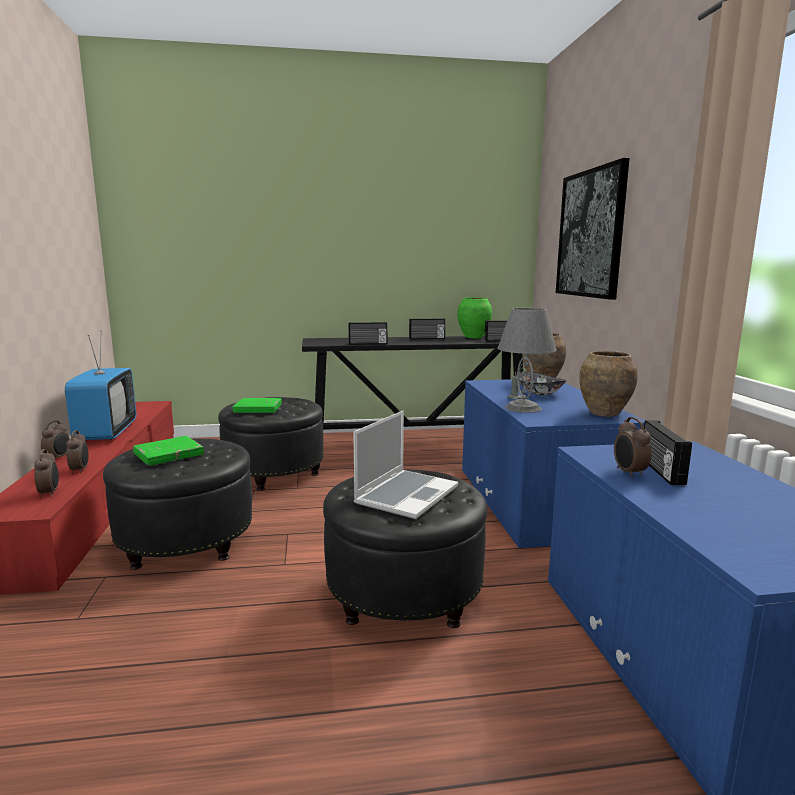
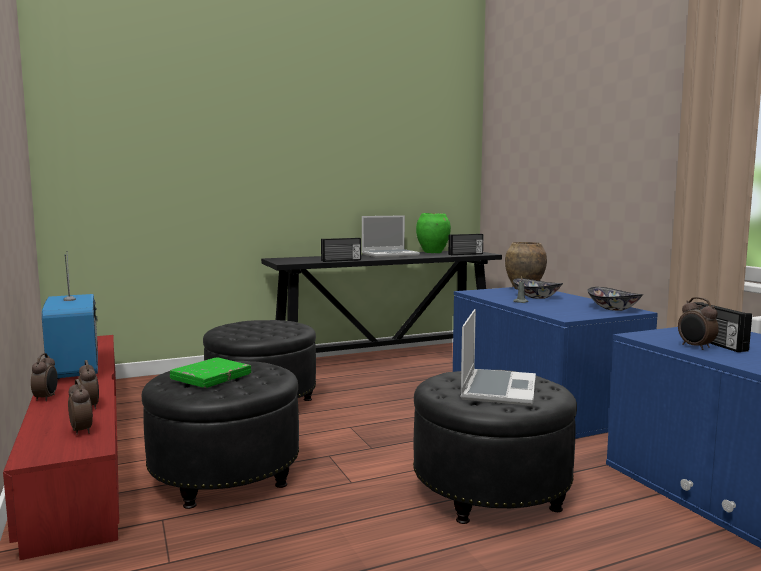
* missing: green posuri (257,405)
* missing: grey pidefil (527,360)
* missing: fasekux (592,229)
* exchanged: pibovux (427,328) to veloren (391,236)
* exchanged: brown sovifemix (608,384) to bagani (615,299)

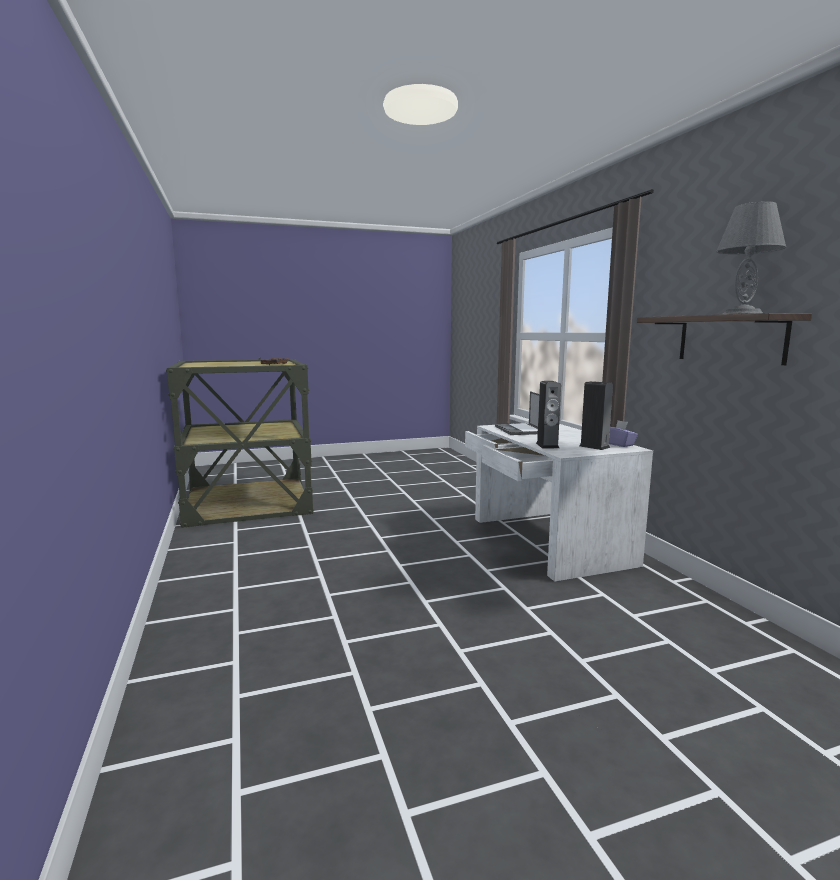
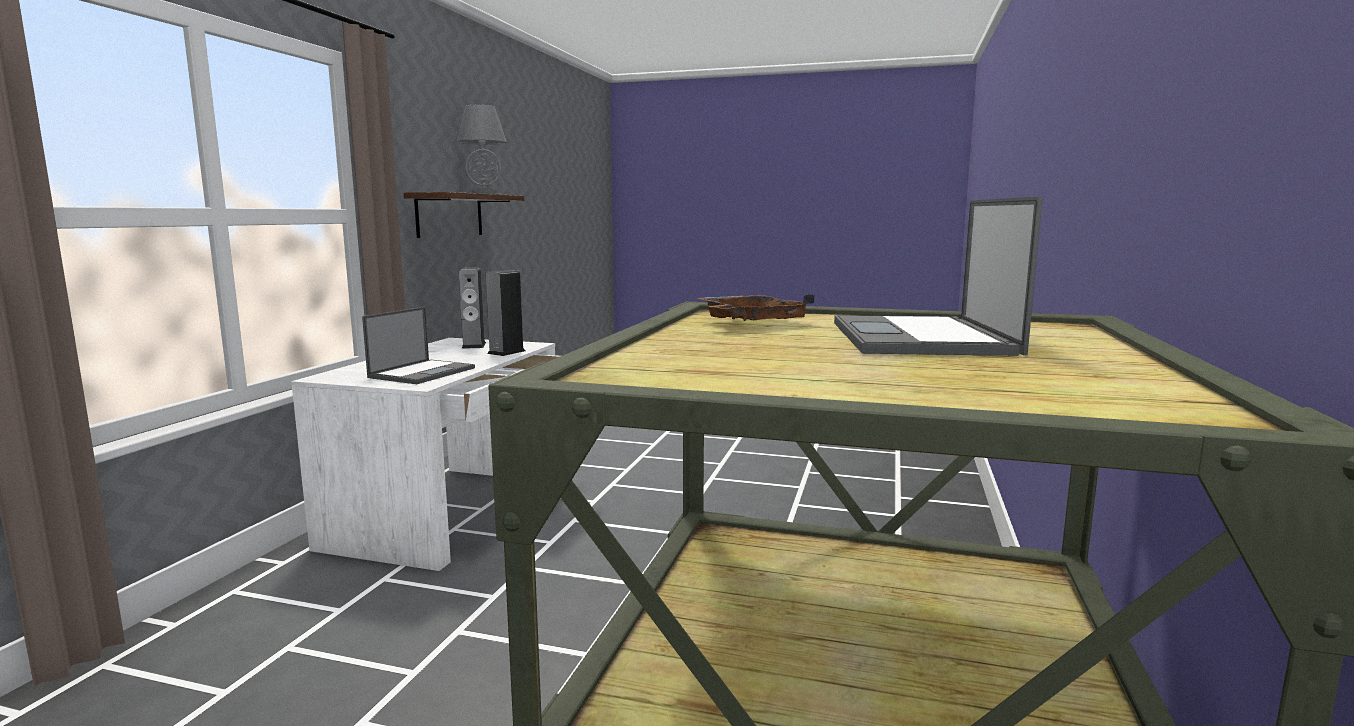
* missing: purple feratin (623,433)
* appeared: veloren (938,276)

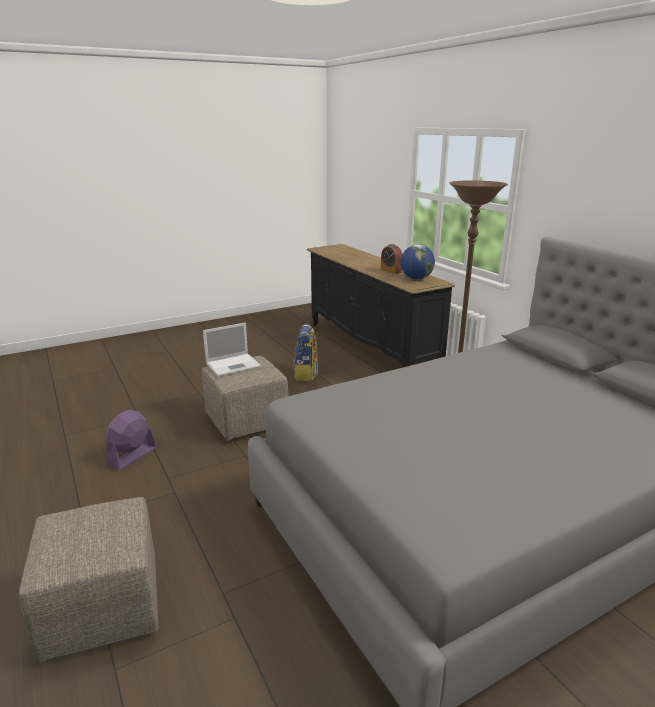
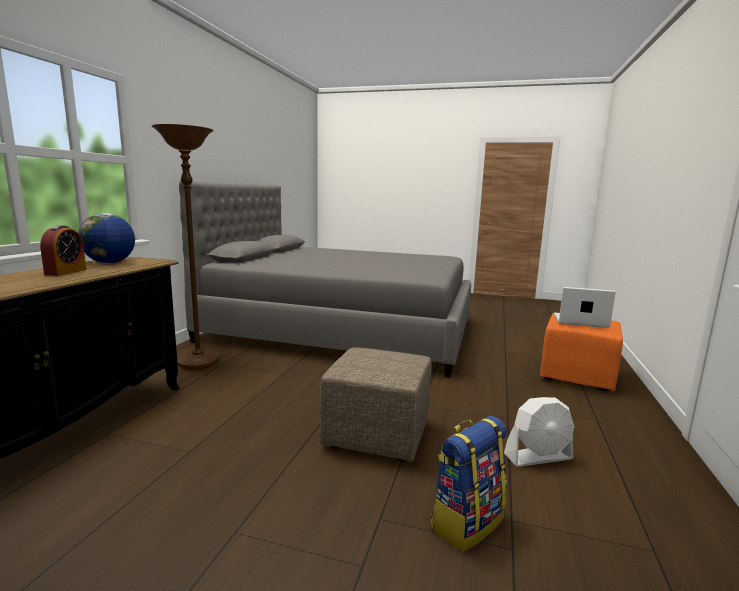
* relocated: veloren (232,349) to (585,307)
* relocated: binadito (306,352) to (469,484)
* colour: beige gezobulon (88,579) to orange gezobulon (581,352)
* colour: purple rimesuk (131,440) to white rimesuk (539,432)

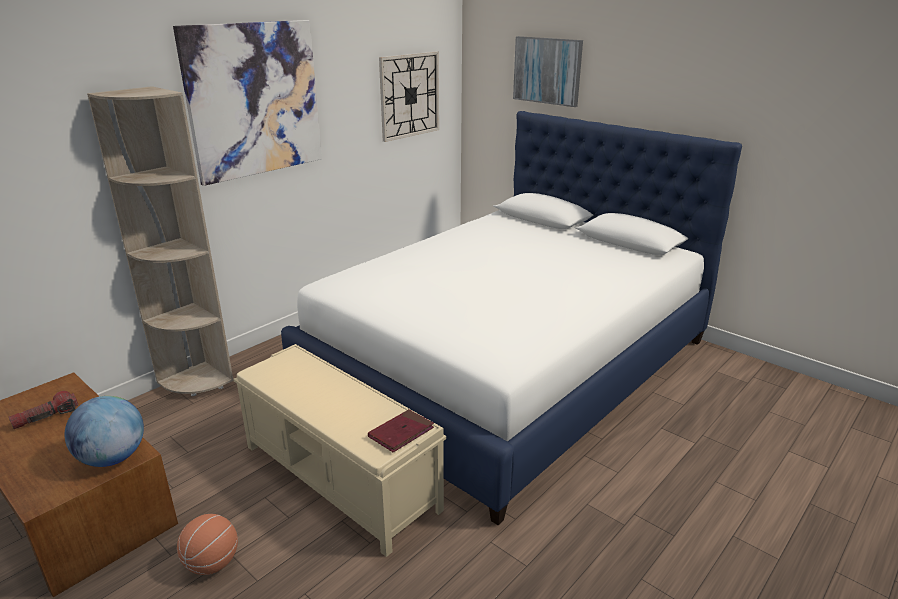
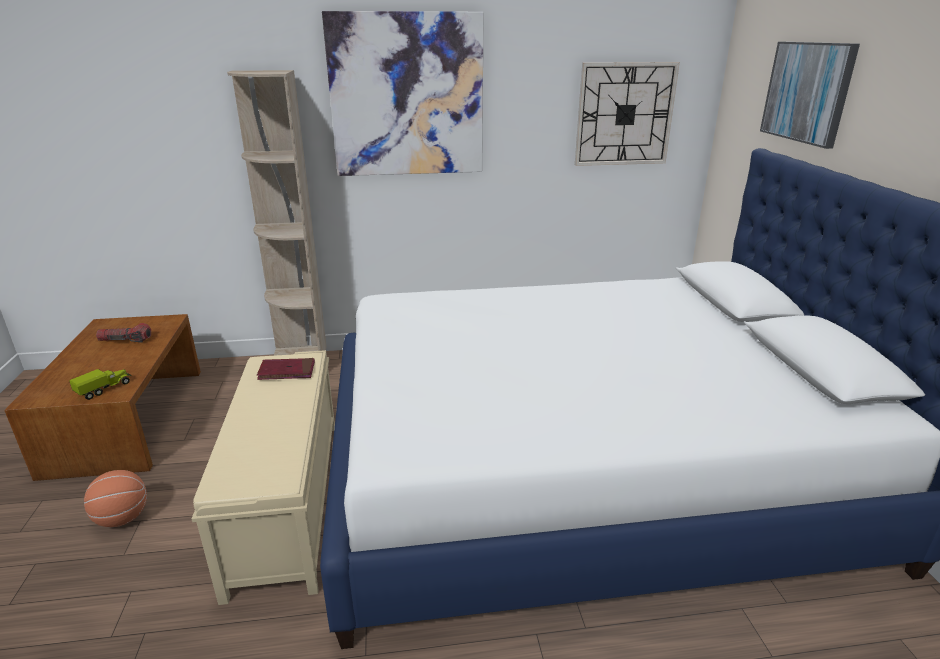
* relocated: red posuri (401,430) to (286,369)
* exchanged: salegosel (104,431) to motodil (100,384)

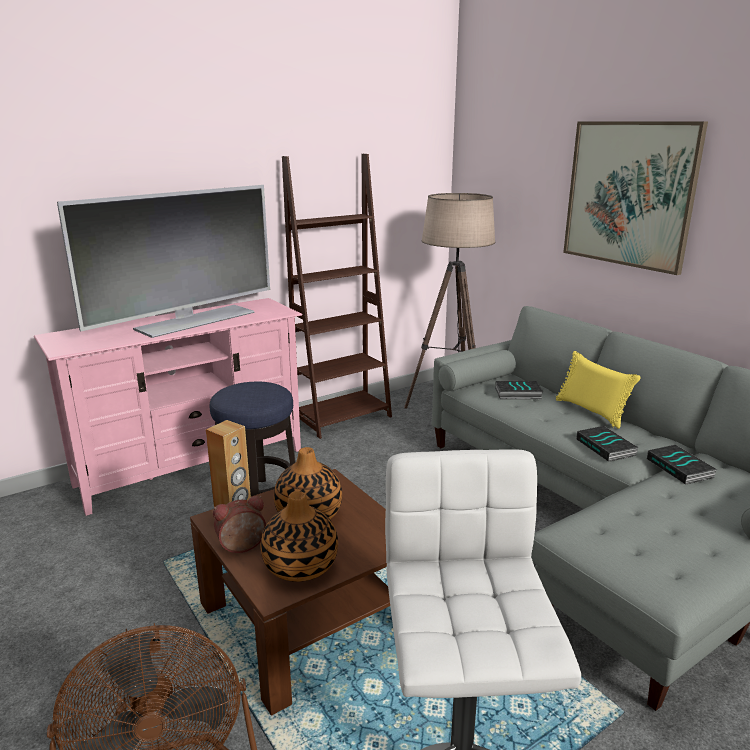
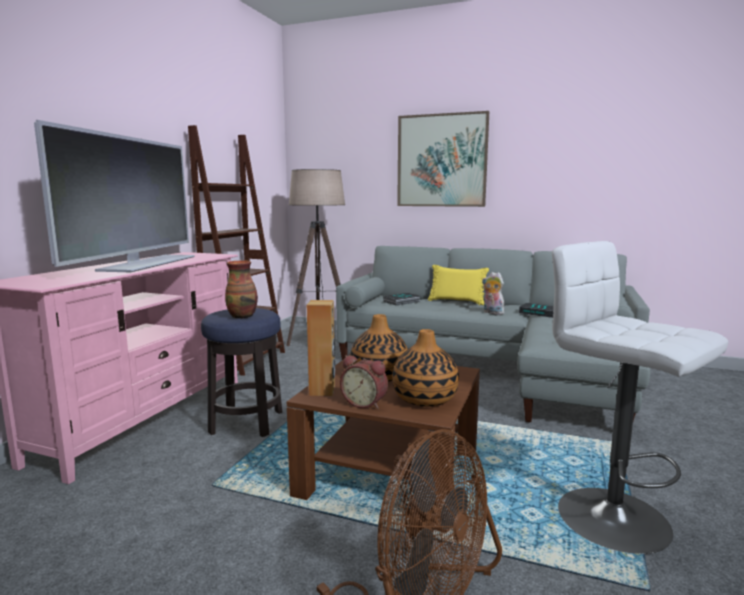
* appeared: sovifemix (241,289)
* exchanged: posuri (607,444) to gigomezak (493,293)
* spun: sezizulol (239,524) = (364,382) 90 degrees counterclockwise

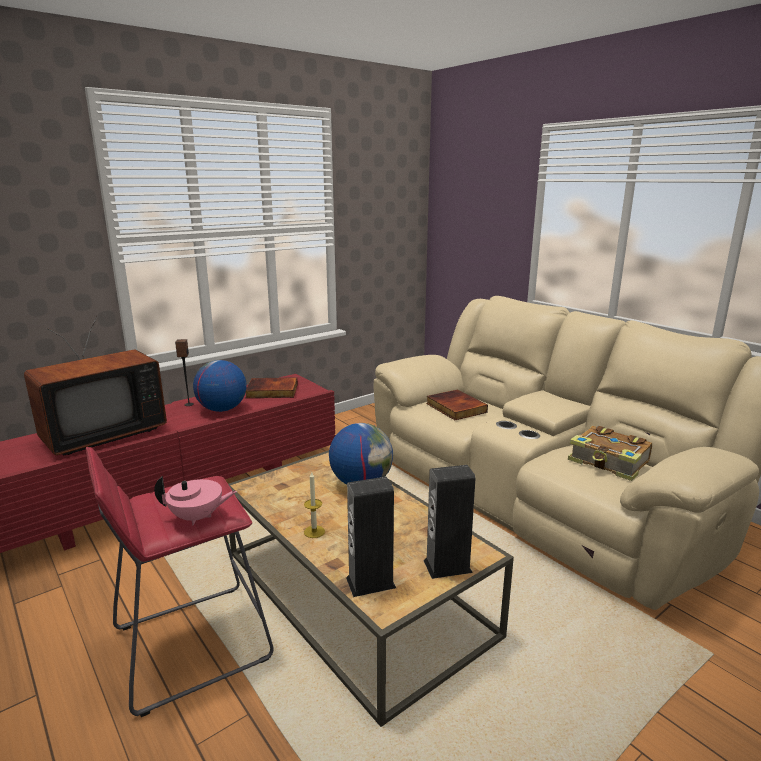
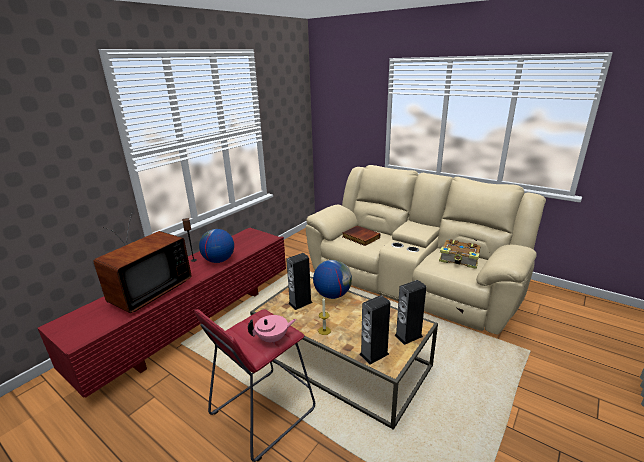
* missing: posuri (272,387)
* appeared: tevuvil (299,281)

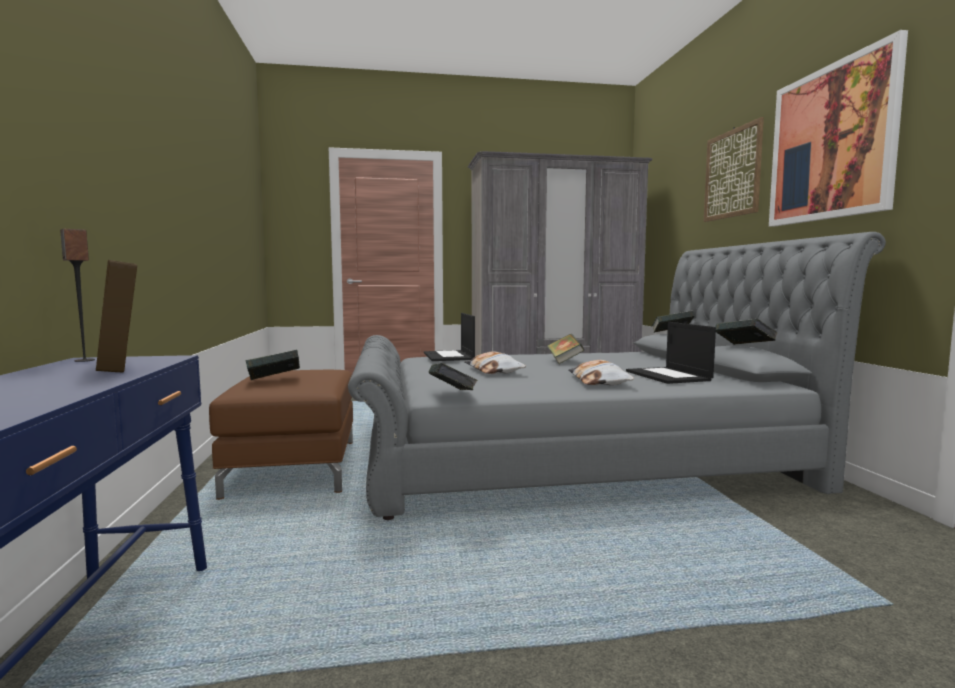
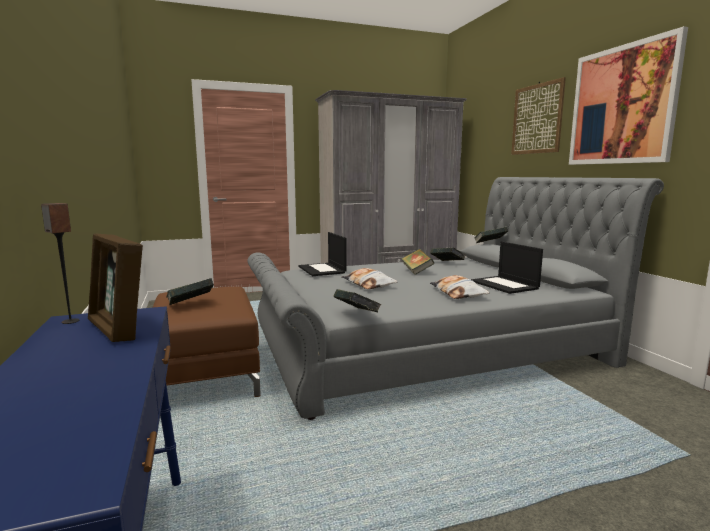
* relocated: posuri (746,332) to (447,254)

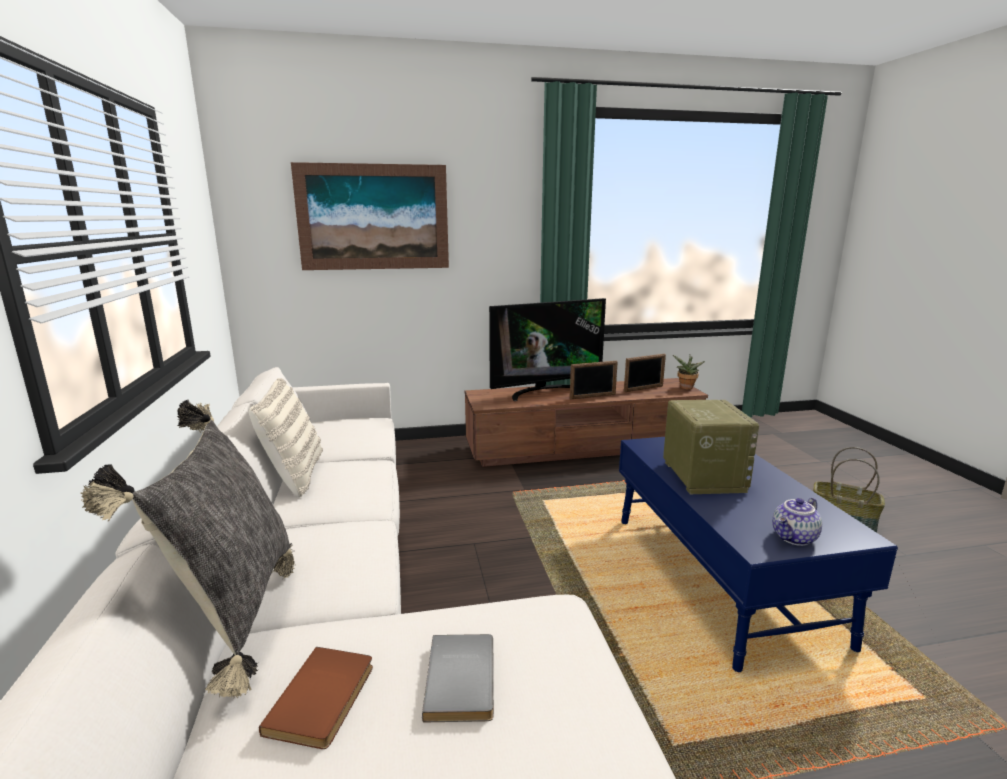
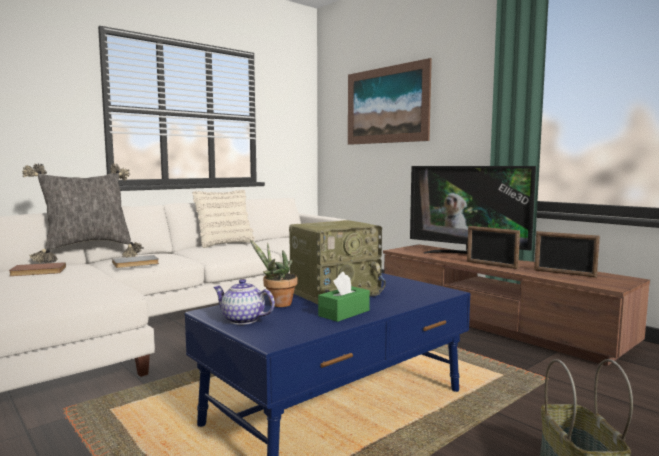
* appeared: green feratin (344,297)
* relocated: grey posuri (458,678) to (135,261)
* relocated: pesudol (689,372) to (274,273)

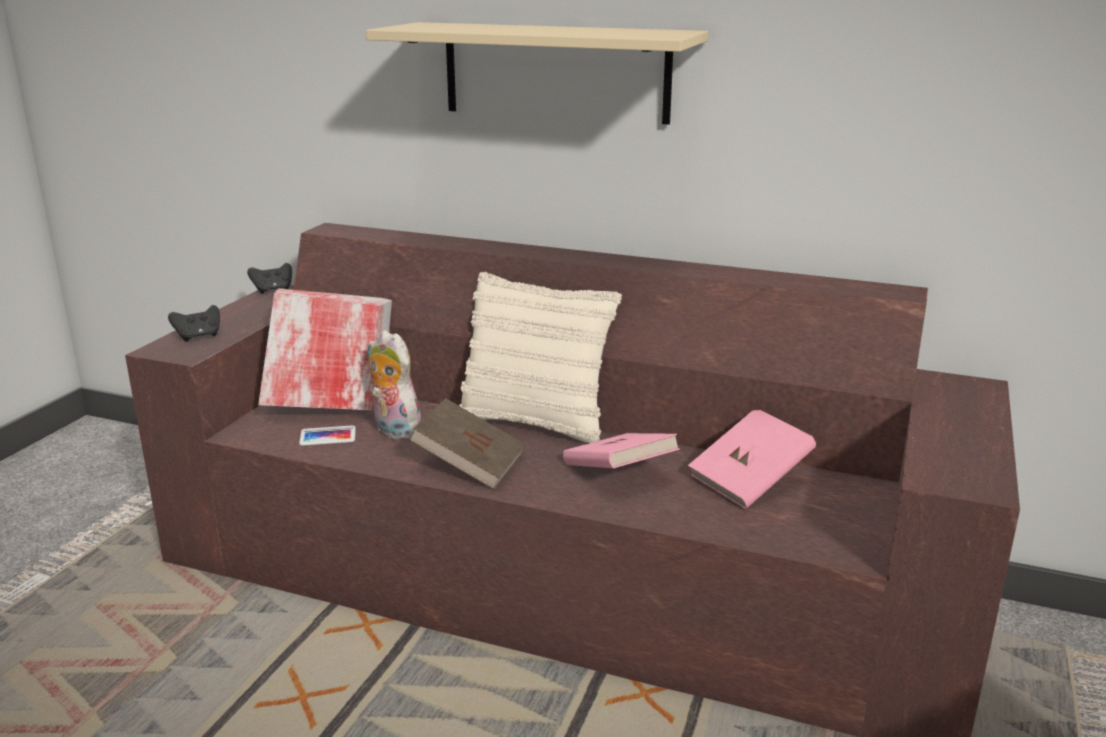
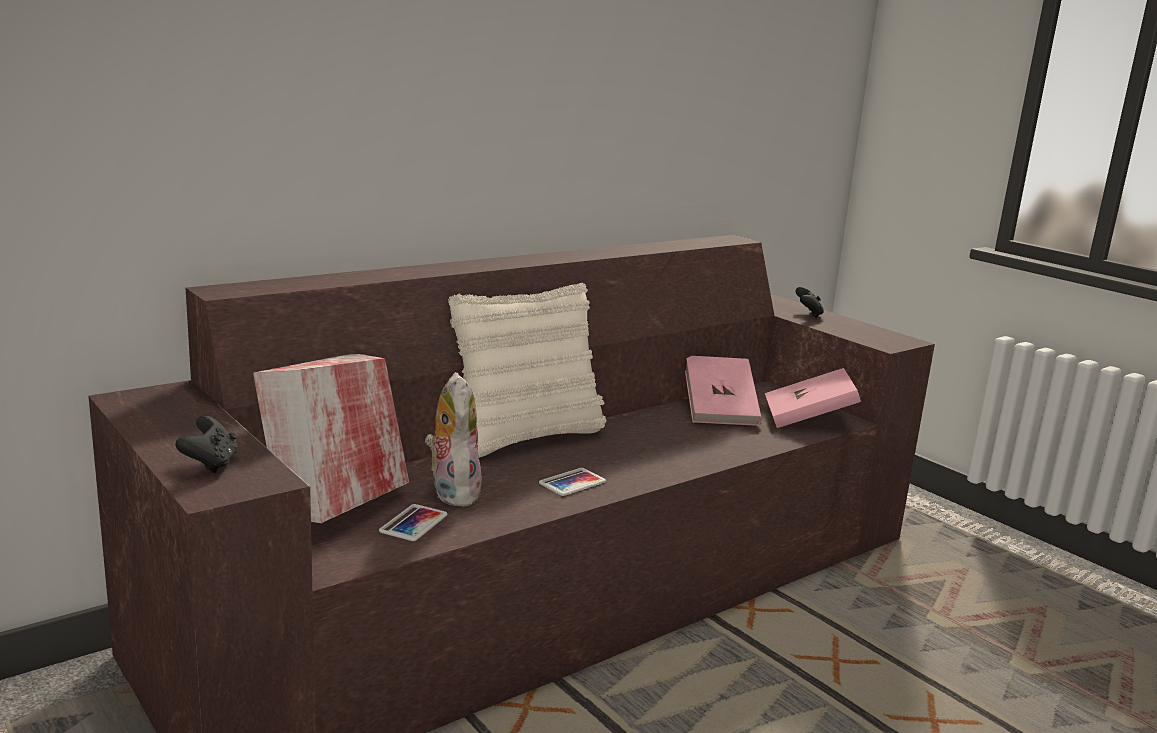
* missing: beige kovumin (537,73)
* relocated: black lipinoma (269,278) to (810,302)
* relocated: pink posuri (621,450) to (813,398)
* exchanged: brown posuri (467,444) to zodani (572,482)
* spun: gigomezak (394,385) = (454,439) 90 degrees clockwise

